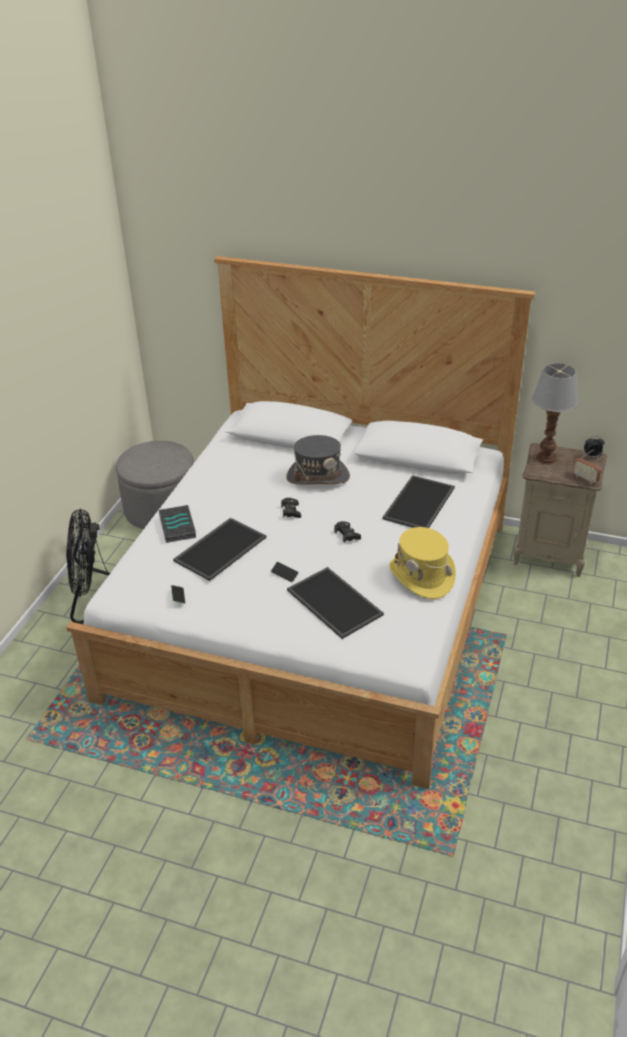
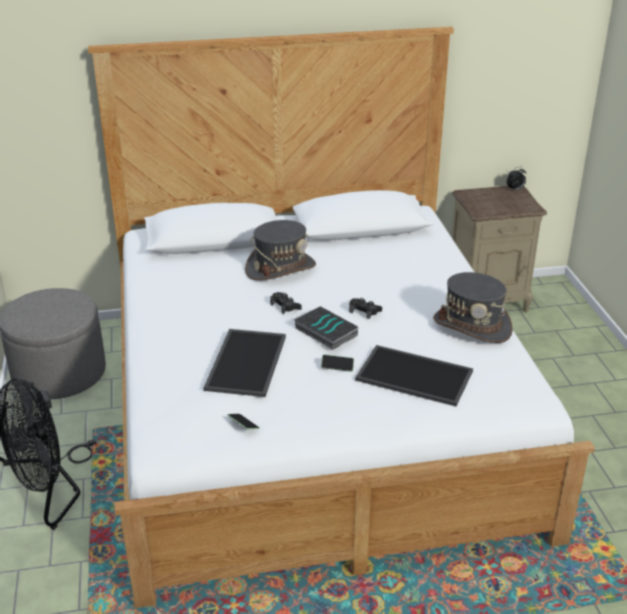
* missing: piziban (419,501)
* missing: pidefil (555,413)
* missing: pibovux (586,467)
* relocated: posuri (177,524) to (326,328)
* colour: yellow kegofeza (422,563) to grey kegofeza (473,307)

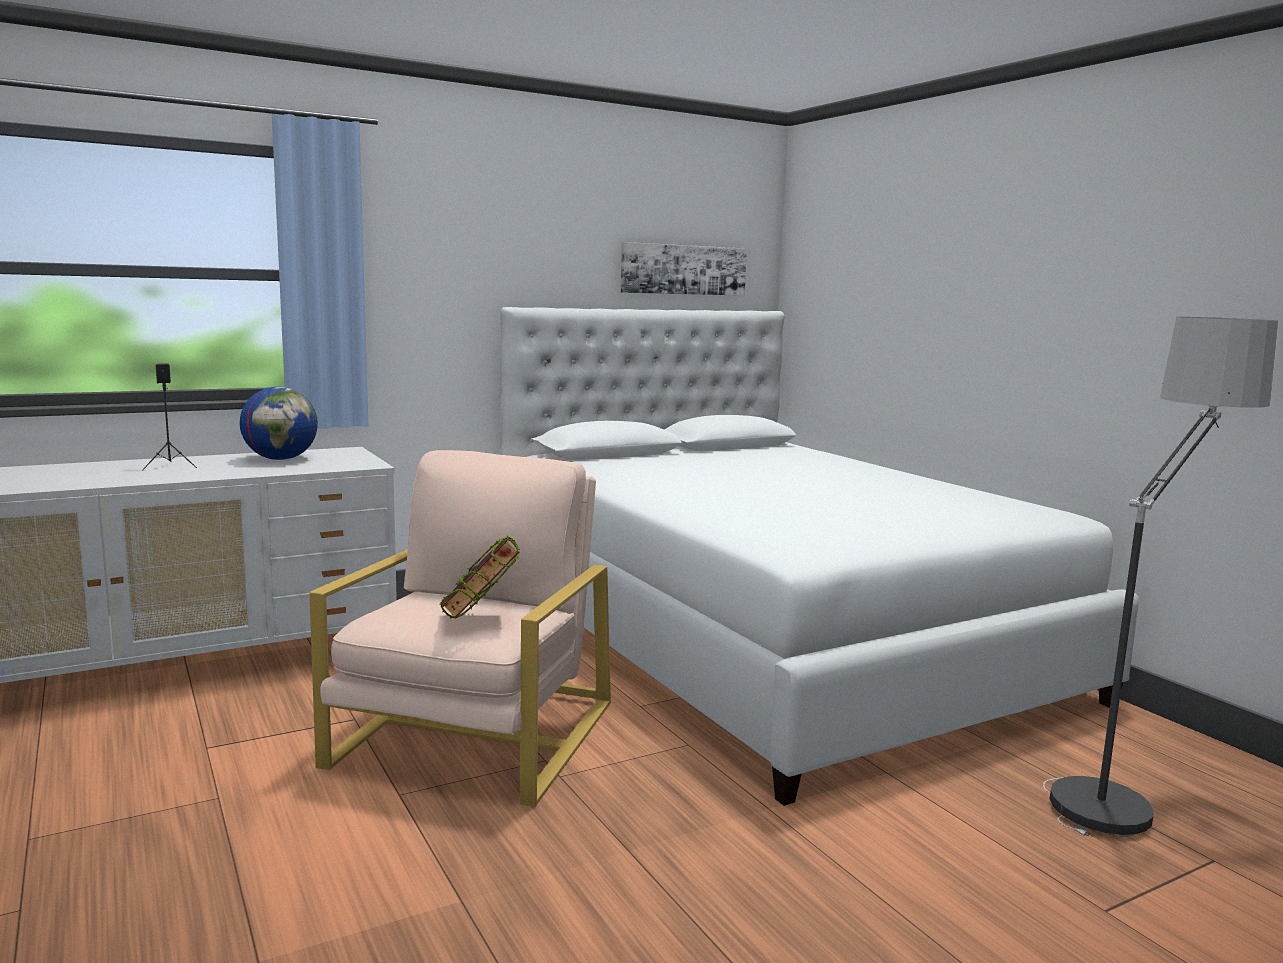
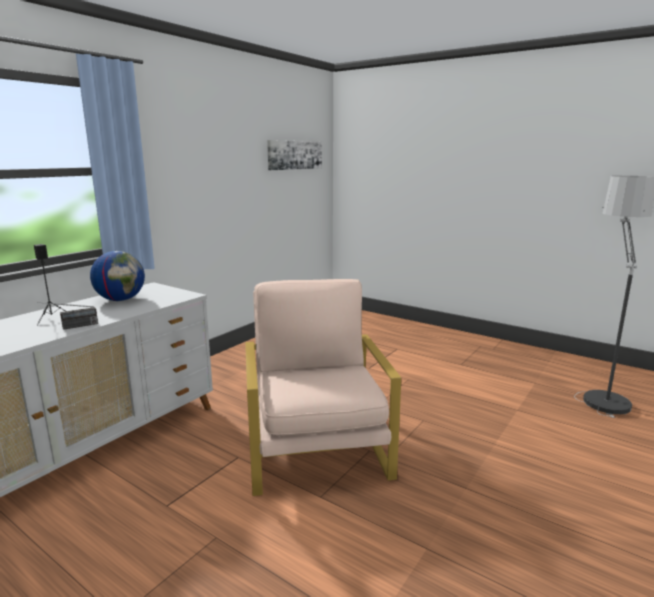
* missing: posuri (479,577)
* missing: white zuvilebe (819,556)
* appeared: pibovux (72,316)

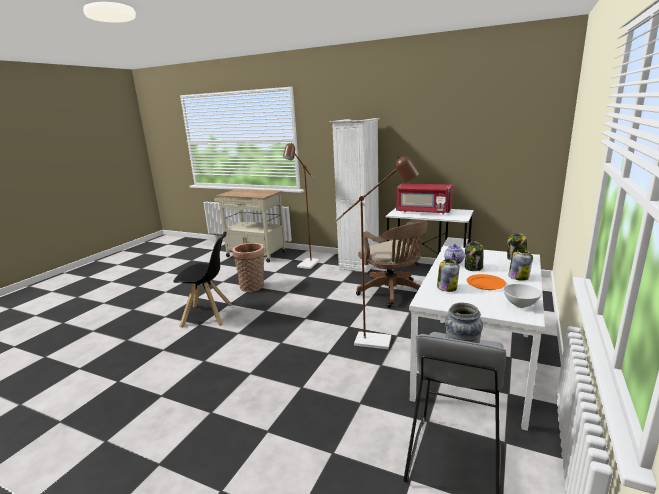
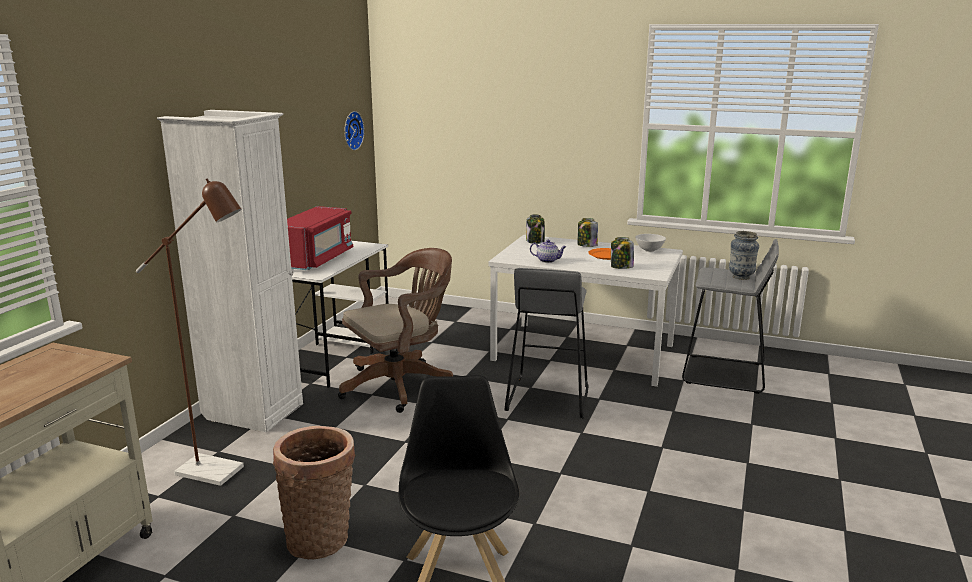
* missing: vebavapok (474,256)
* appeared: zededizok (354,130)
* exchanged: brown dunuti (378,252) to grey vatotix (546,343)

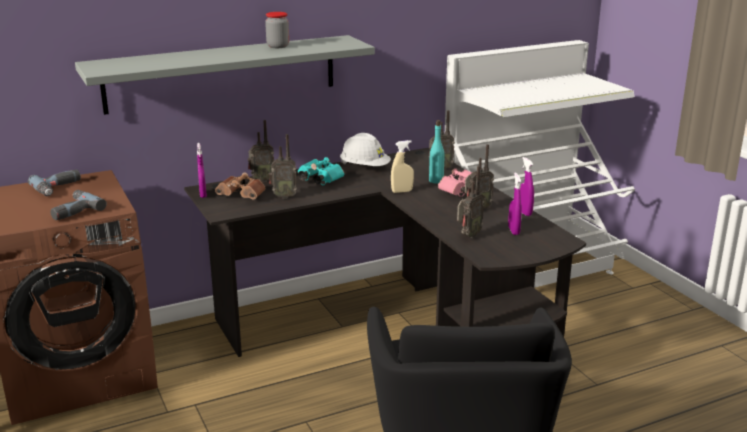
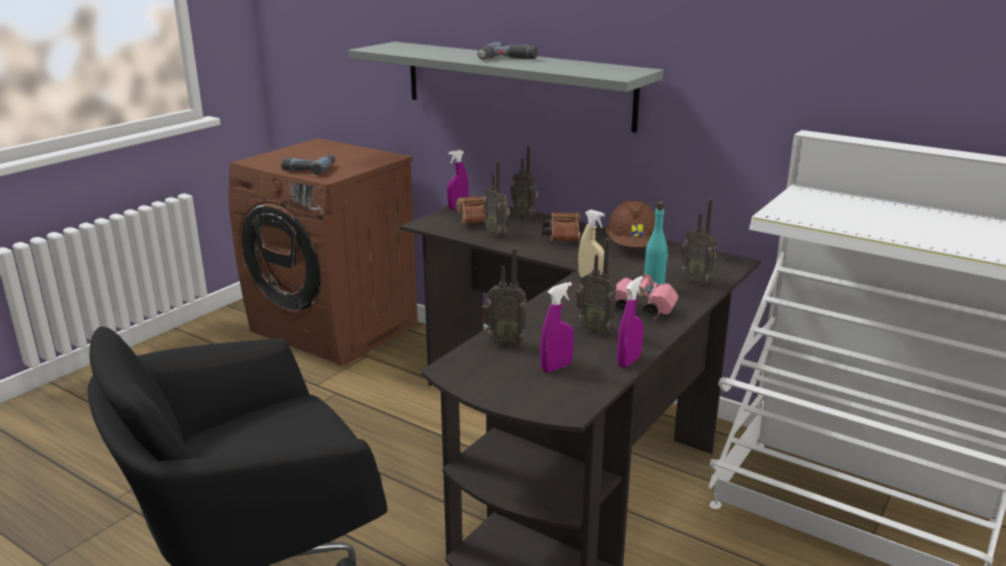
* missing: vebavapok (277,30)
* relocated: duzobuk (54,182) to (507,51)
* colour: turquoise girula (321,171) to brown girula (562,227)
* colour: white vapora (365,149) to brown vapora (630,223)

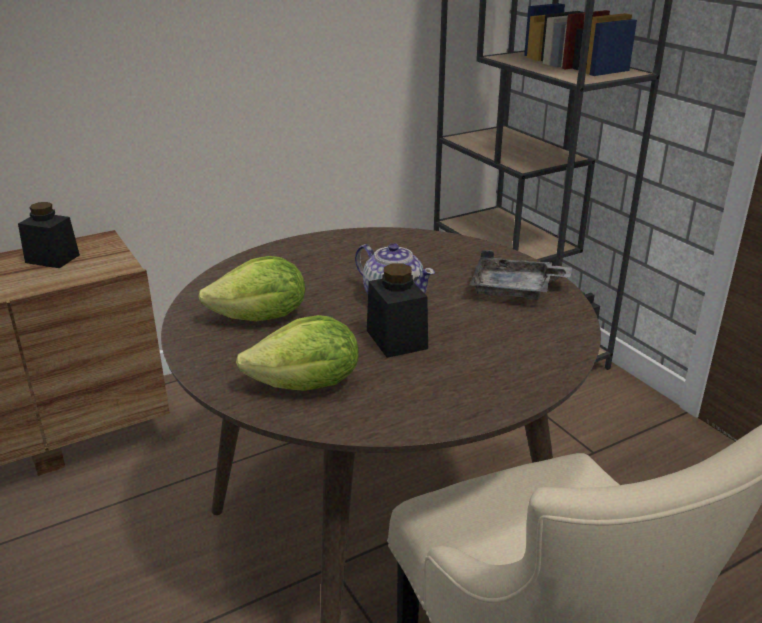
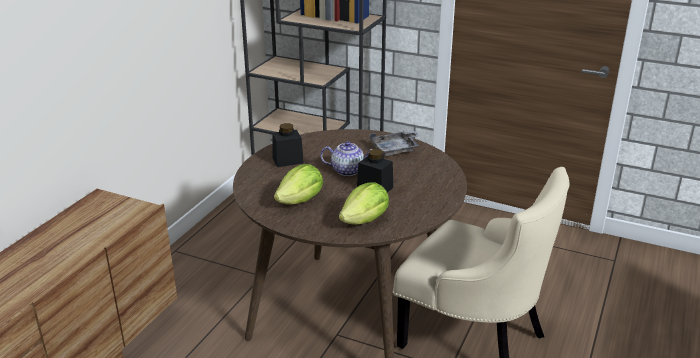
* relocated: black vebavapok (49,235) to (288,145)

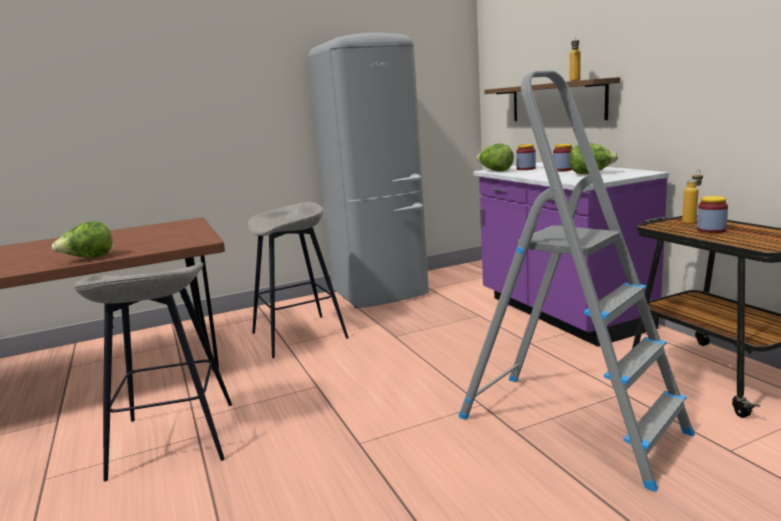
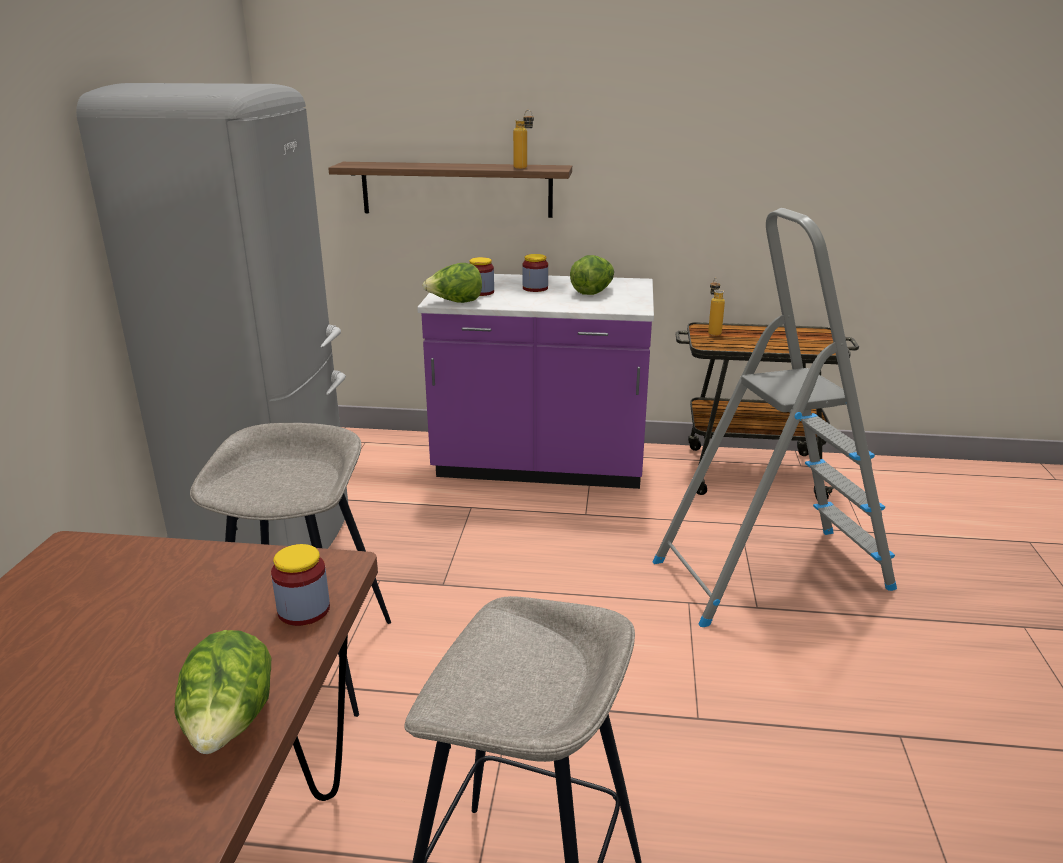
* relocated: vebavapok (712,214) to (300,585)

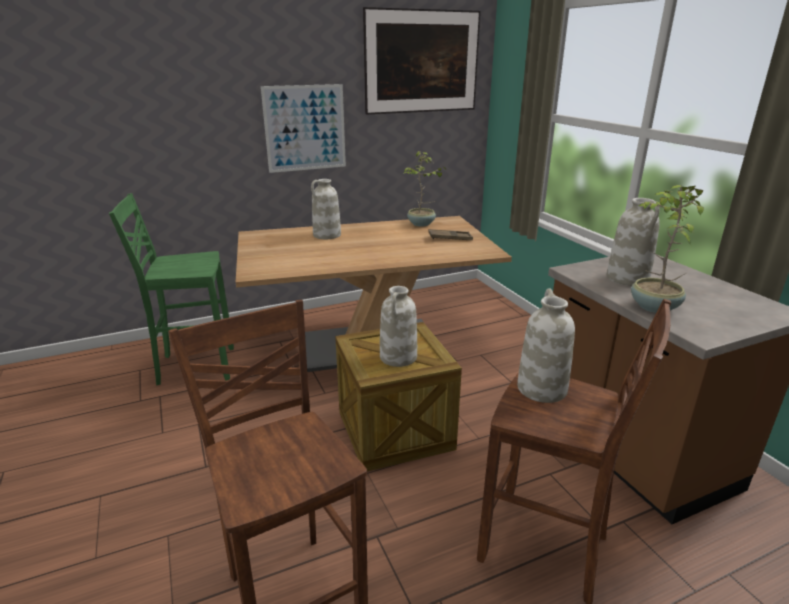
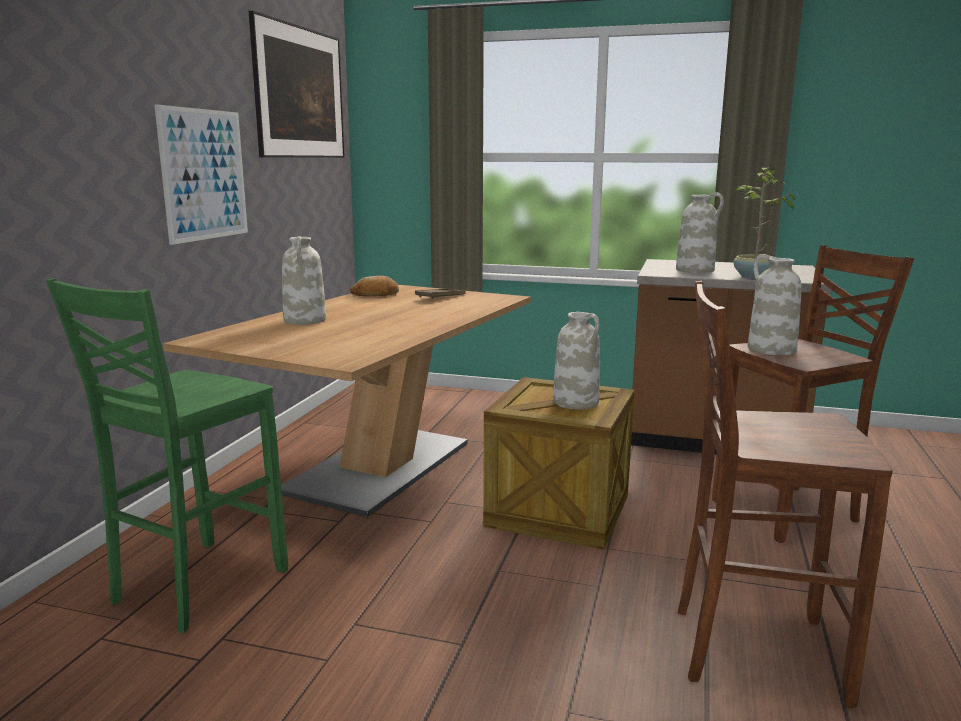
* exchanged: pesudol (424,189) to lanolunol (374,286)

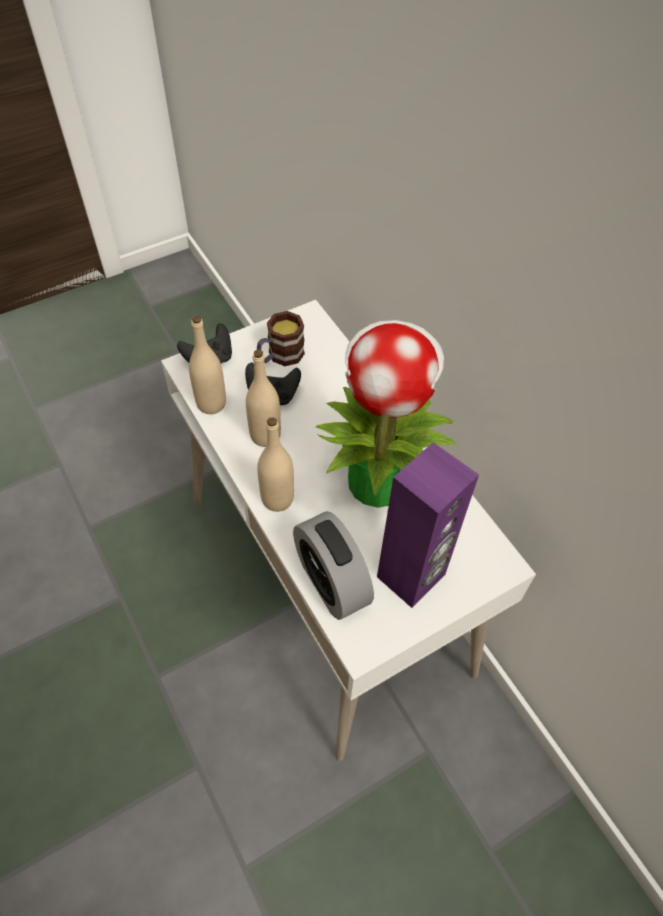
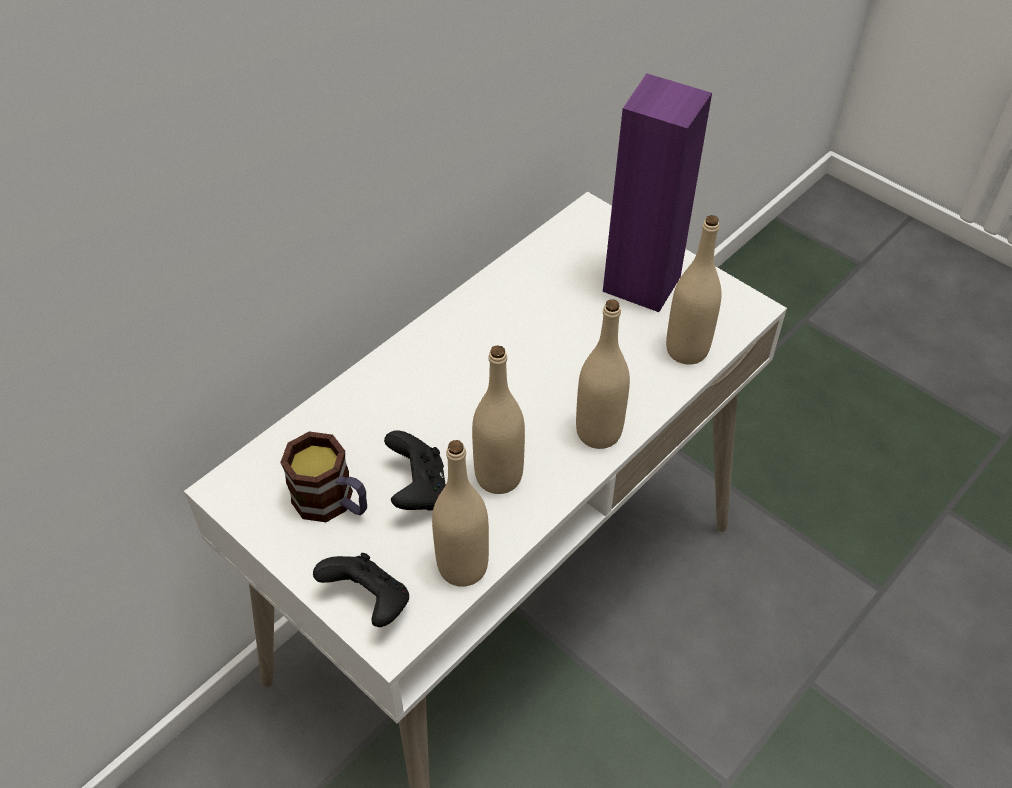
* missing: pesudol (386,414)
* exchanged: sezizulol (333,565) to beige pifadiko (694,290)

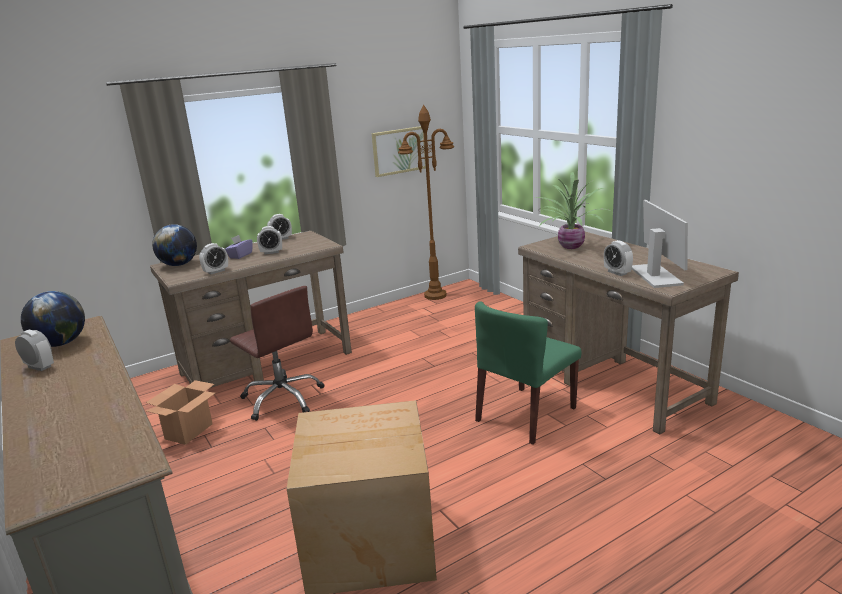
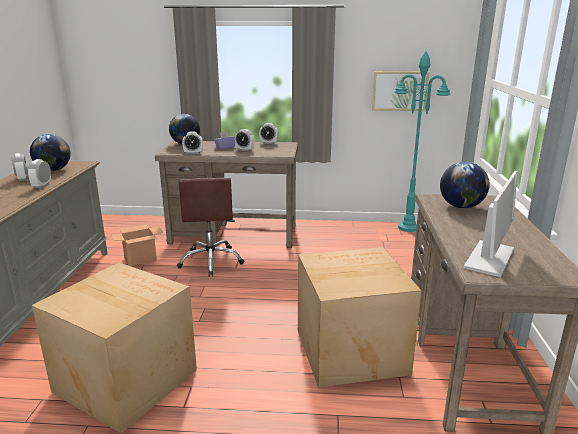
* relocated: sezizulol (618,258) to (39,173)
* exchanged: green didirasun (528,373) to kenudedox (360,317)
* exchanged: pesudol (574,210) to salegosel (465,185)
* colour: brown dunuti (426,202) to turquoise dunuti (422,141)

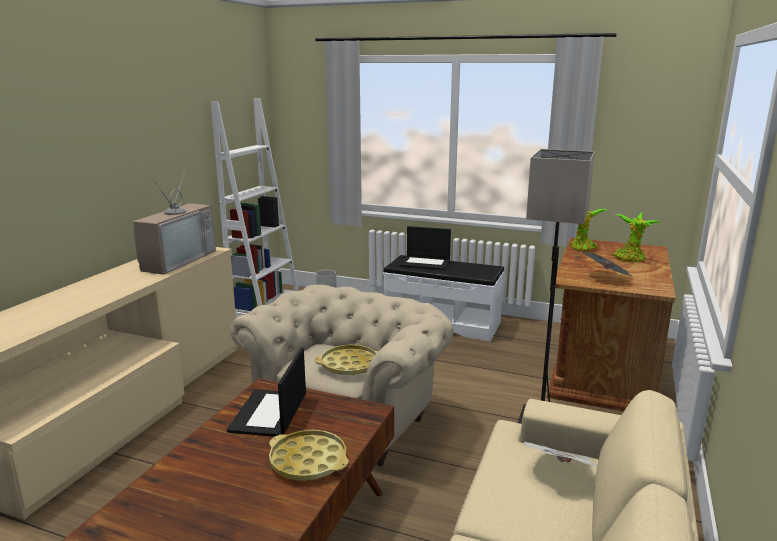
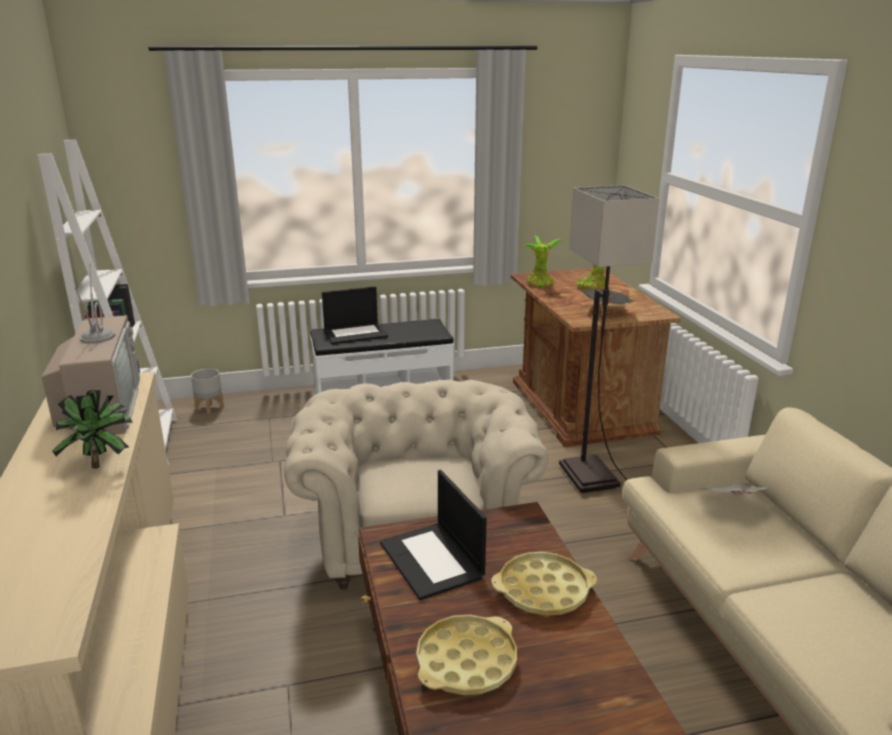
* appeared: pesudol (92,429)
* relocated: yellow piziban (346,360) to (466,655)

